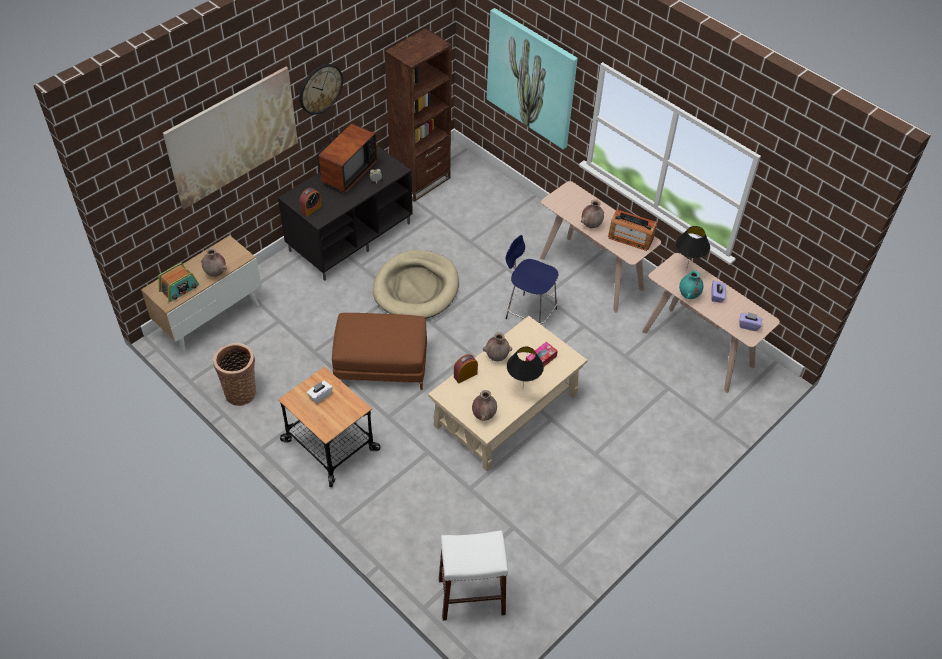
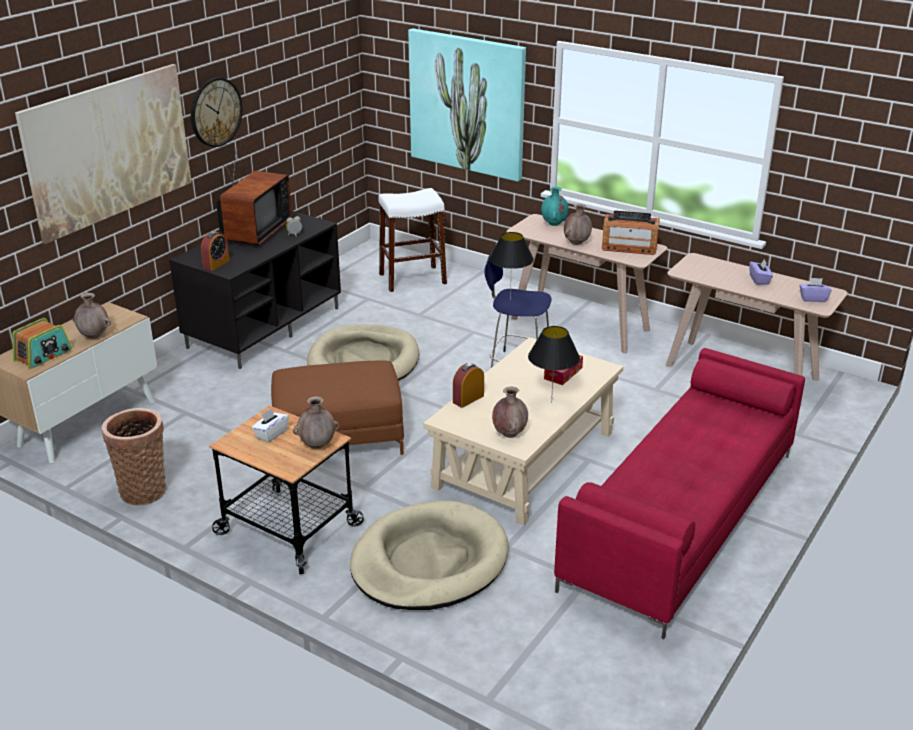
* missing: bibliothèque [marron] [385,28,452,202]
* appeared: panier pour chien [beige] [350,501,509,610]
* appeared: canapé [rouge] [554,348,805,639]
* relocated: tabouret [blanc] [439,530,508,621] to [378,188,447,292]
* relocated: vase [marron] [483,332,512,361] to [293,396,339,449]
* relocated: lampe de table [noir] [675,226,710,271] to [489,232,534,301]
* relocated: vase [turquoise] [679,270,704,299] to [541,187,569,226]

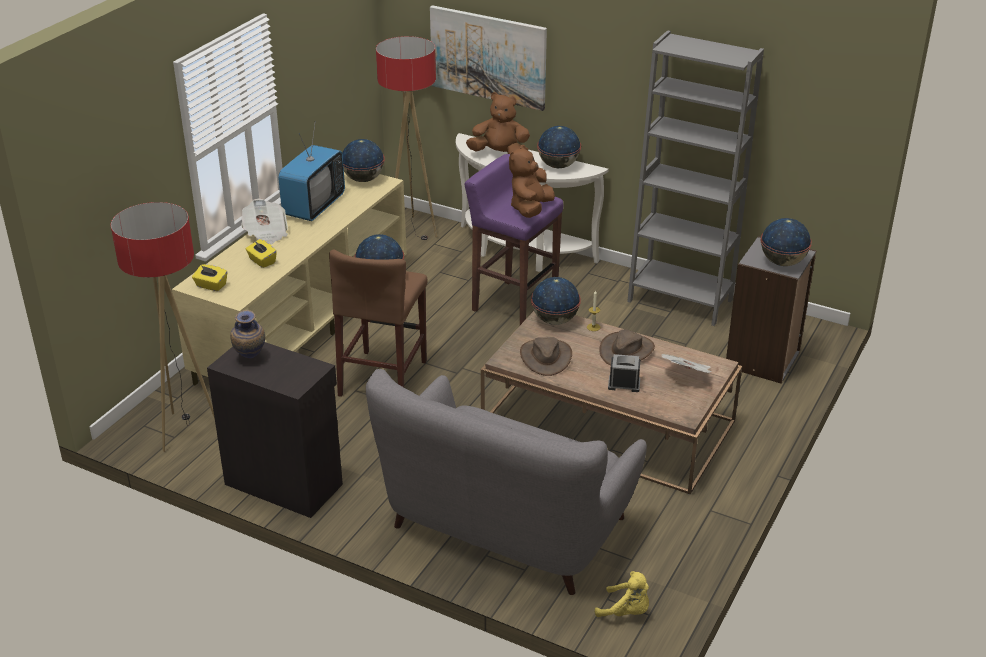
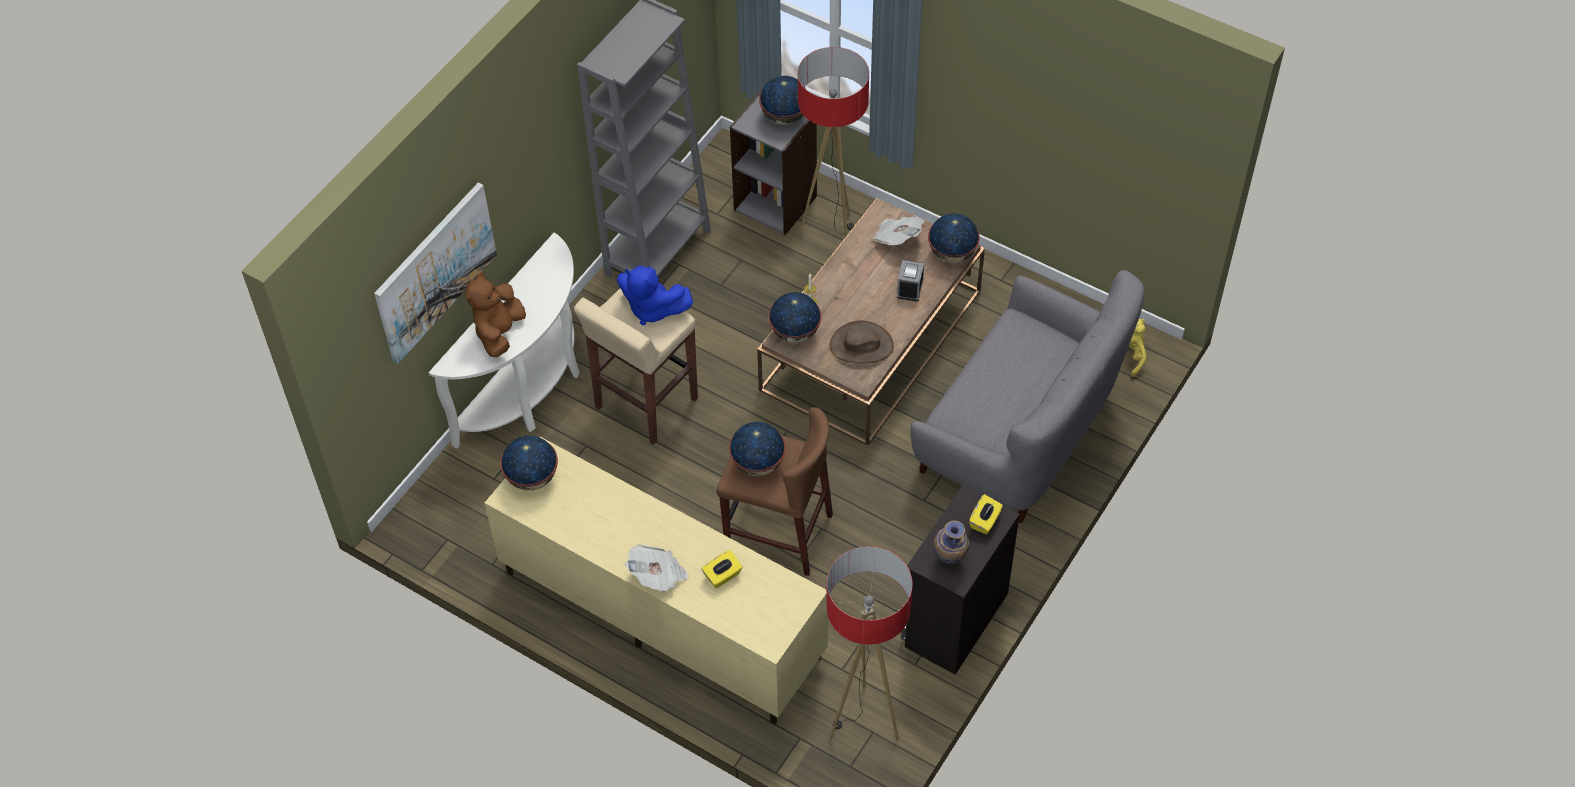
* missing: téléviseur [278,121,345,221]
* missing: chapeau [marron] [599,329,655,365]
* relocated: boîte à mouchoirs [jaune] [192,264,227,291] to [969,494,1003,534]
* relocated: lampadaire [376,36,437,240] to [798,47,869,237]
* relocated: globe [537,126,581,168] to [928,213,980,263]
* colour: tabouret [violet] [465,154,563,325] to tabouret [beige] [574,288,698,445]
* colour: peluche [marron] [509,145,555,218] to peluche [bleu] [617,266,693,325]

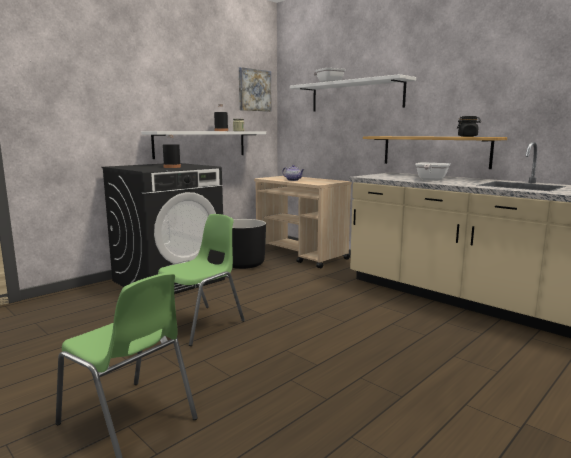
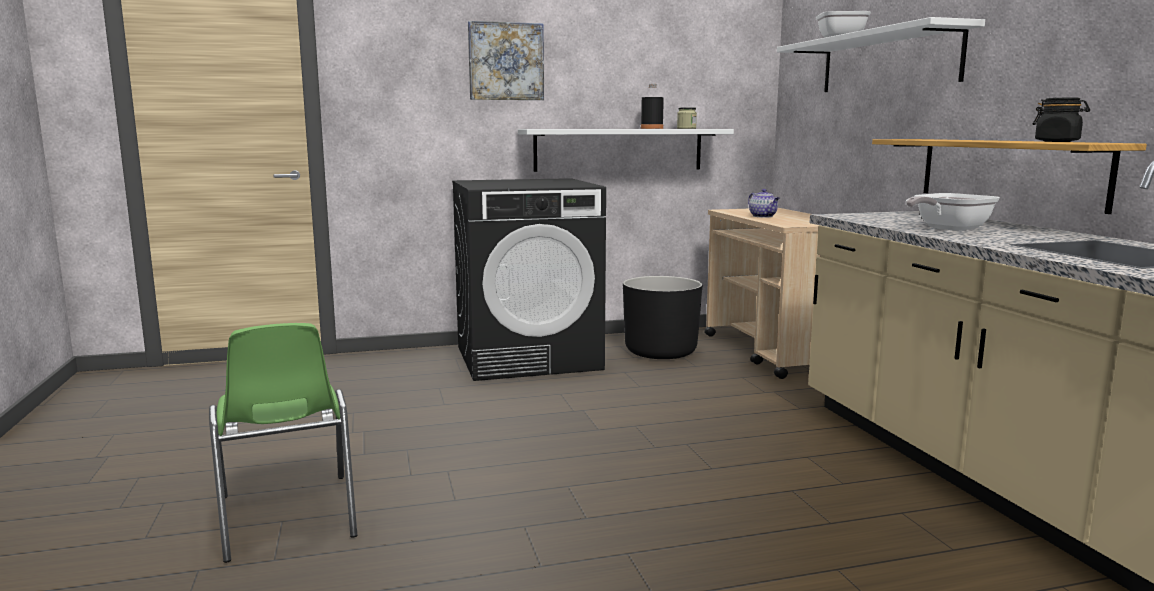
* missing: chaise [vert] [158,214,245,346]
* missing: bouteille [noir] [163,135,181,168]
* relocated: tableau [239,67,271,112] to [468,21,544,100]

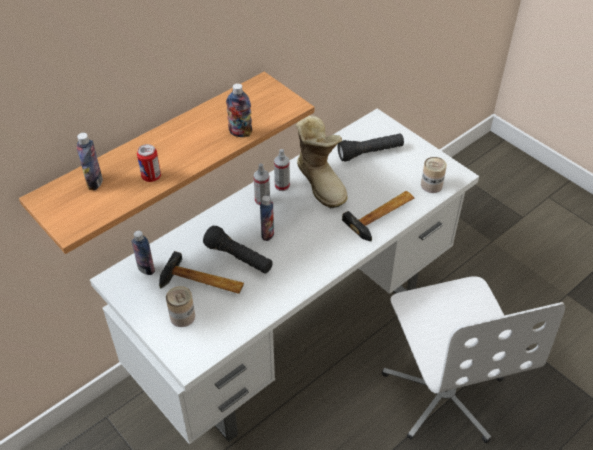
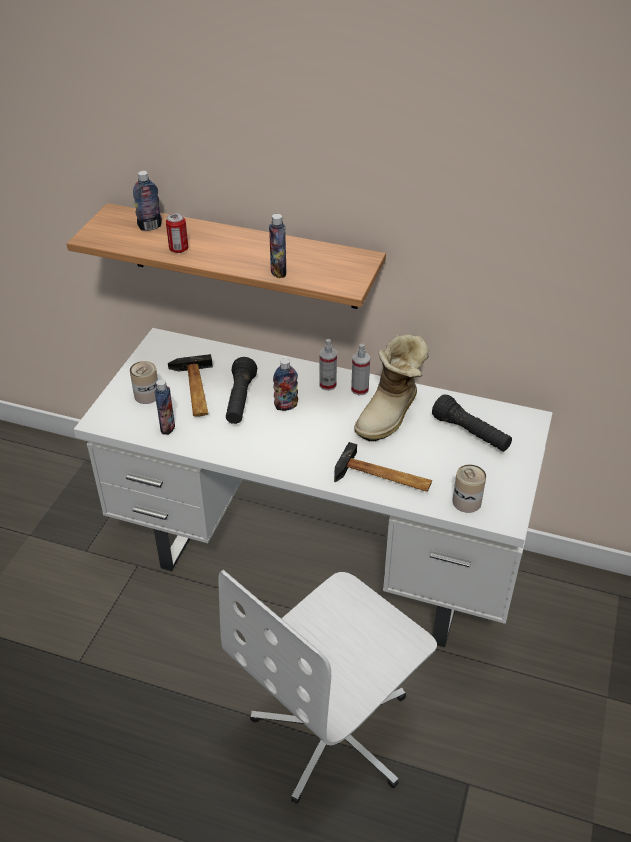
* relocated: bouteille [131,231,155,275] to [155,379,175,435]

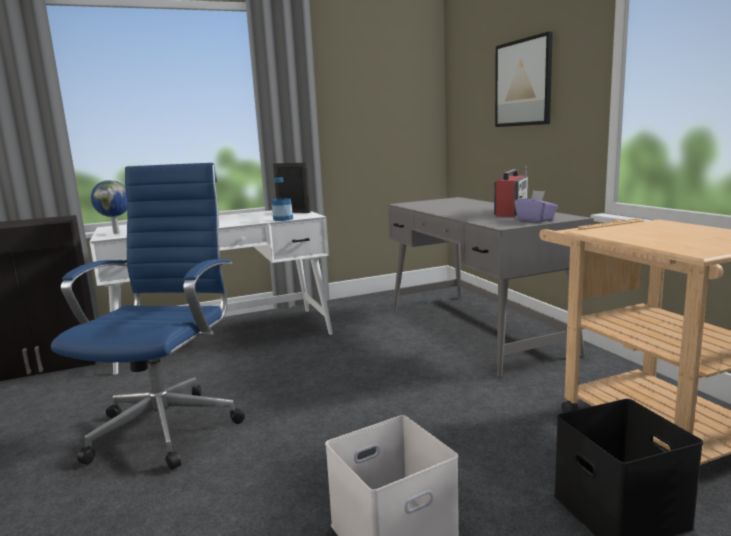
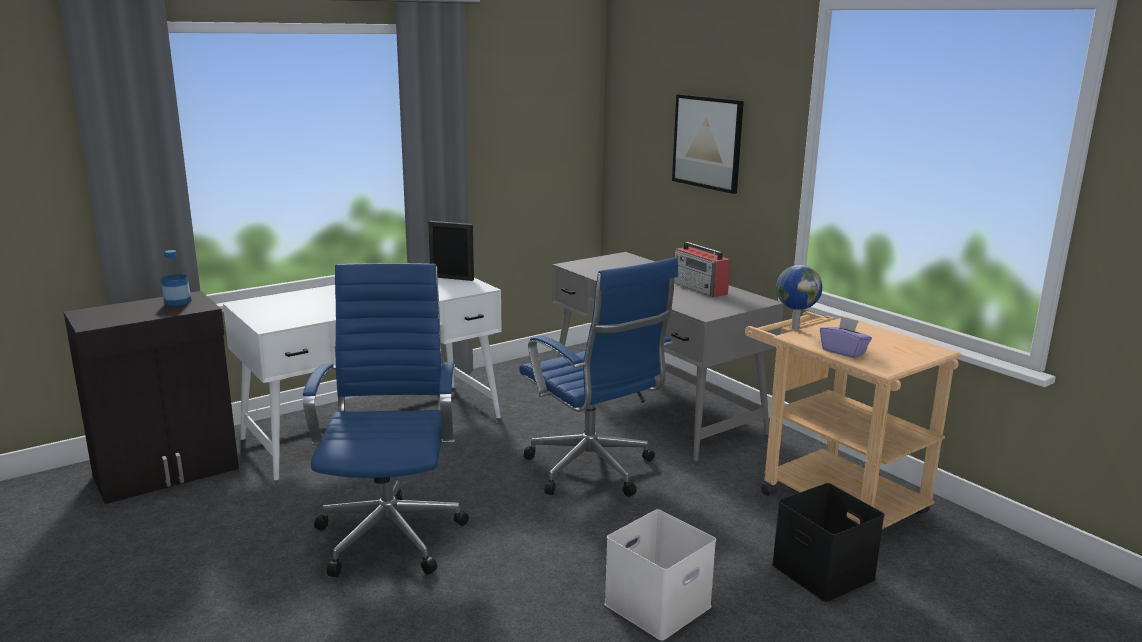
* appeared: chaise de bureau [bleu] [519,257,678,497]
* relocated: globe [91,180,127,234] to [776,265,822,330]
* relocated: bouteille [271,177,293,221] to [161,250,192,306]
* relocated: boîte à mouchoirs [violet] [514,190,558,222] to [820,316,872,358]
* spun: radio [494,166,530,217] = [674,242,730,297] 135 degrees clockwise

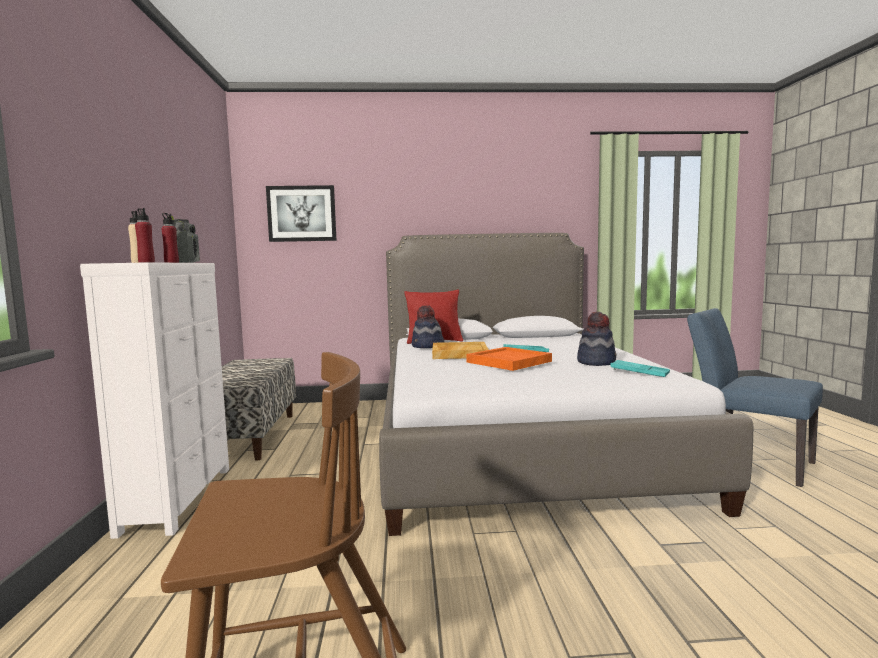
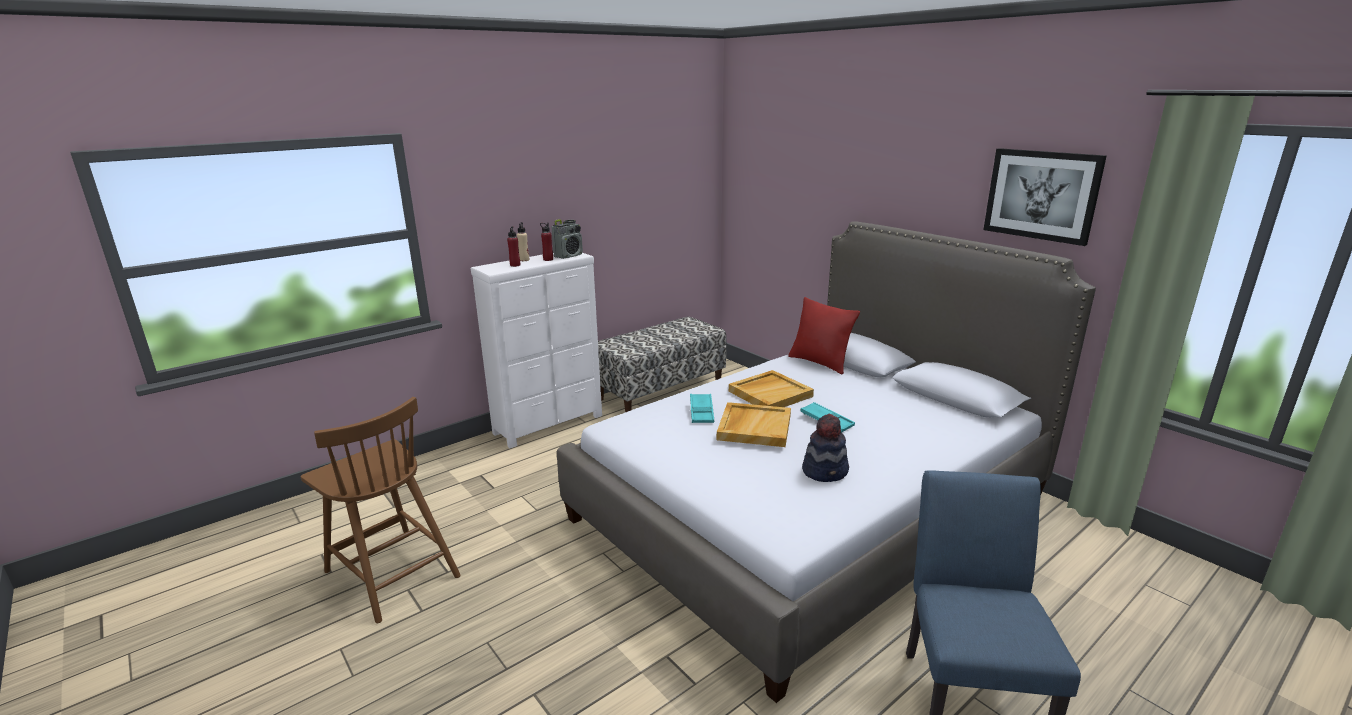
* missing: chapeau [412,306,445,348]
* relocated: tableau [266,185,336,242] to [983,148,1107,246]
* relocated: plateau [turquoise] [610,360,670,377] to [690,394,714,423]
* colour: plateau [orange] [466,347,552,371] to plateau [beige] [717,402,791,447]

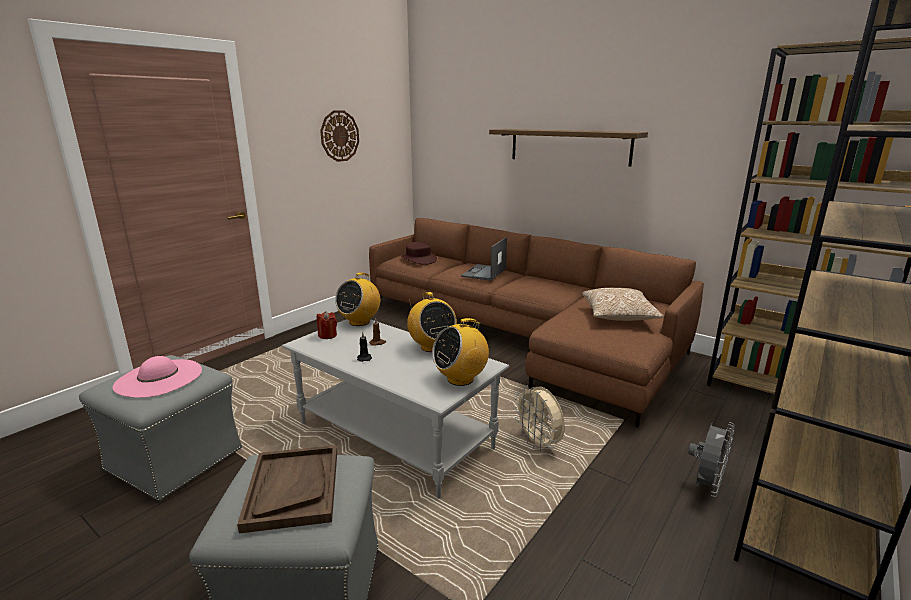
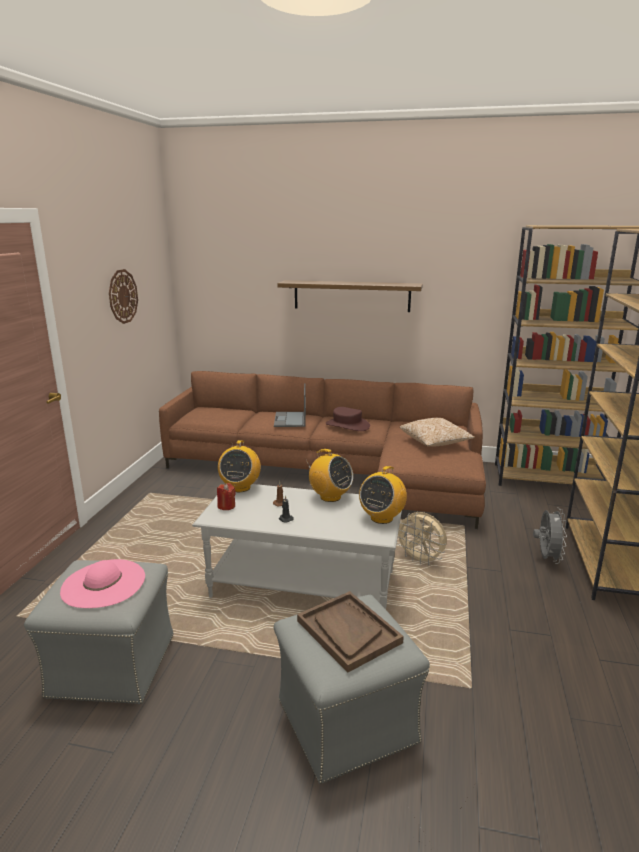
* relocated: chapeau [marron] [401,242,437,265] to [326,407,370,431]

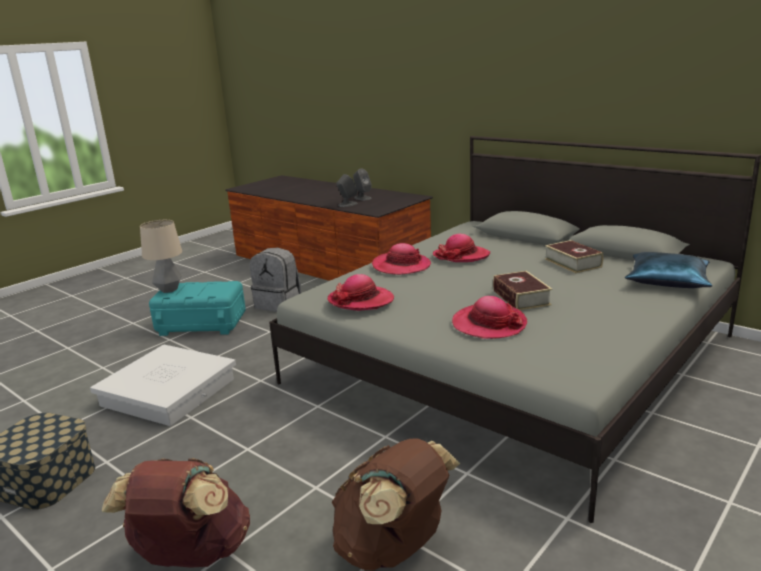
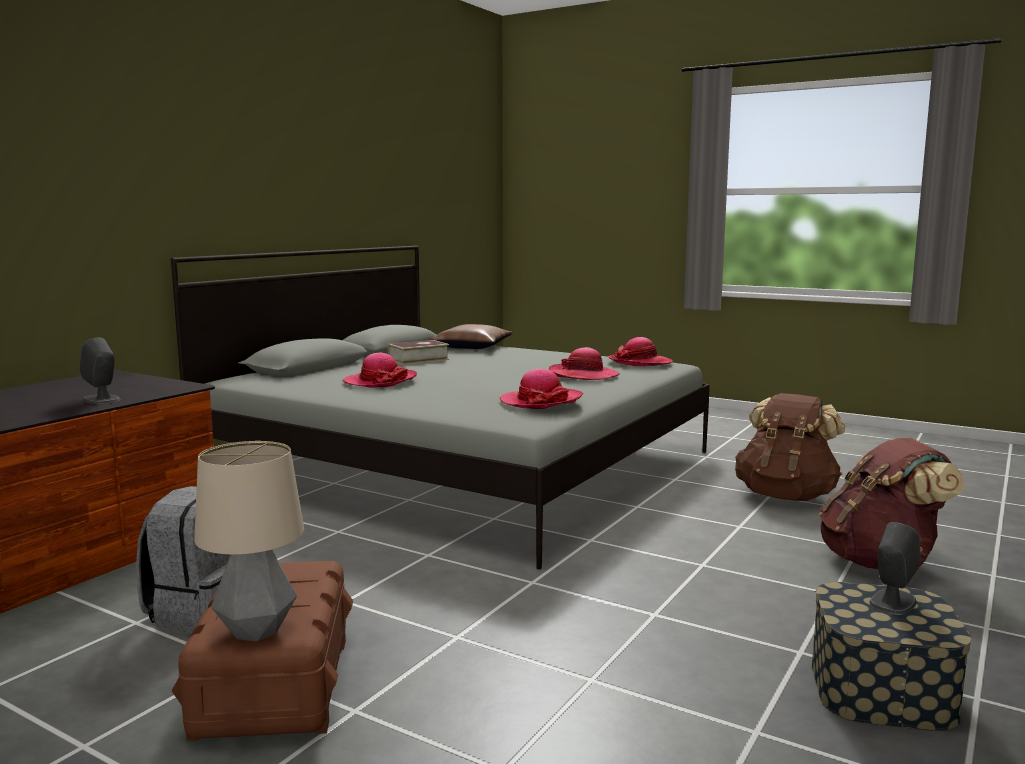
* missing: boîte de rangement [blanc] [90,345,236,426]
* missing: livre [493,271,552,310]
* relocated: enceinte [gris] [353,169,372,200] to [870,522,921,614]
* relocated: chapeau [372,243,431,275] to [609,337,673,366]
* colour: boîte de rangement [turquoise] [149,281,246,336] to boîte de rangement [marron] [172,561,353,741]
* colour: coussin [bleu] [625,252,713,288] to coussin [marron] [431,324,513,349]

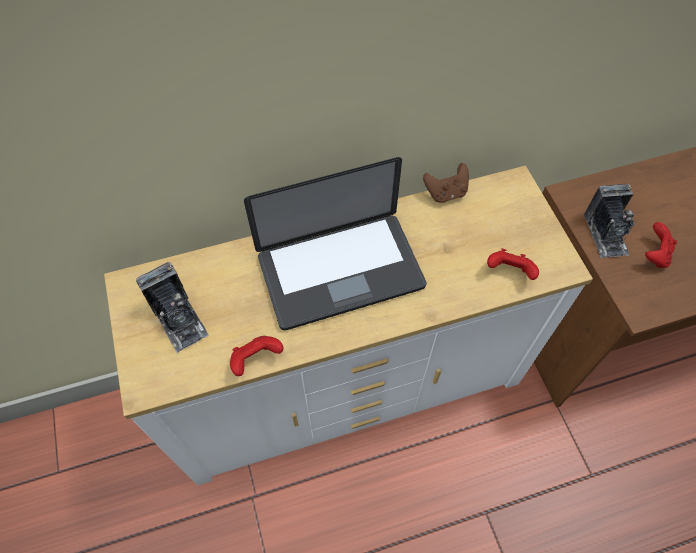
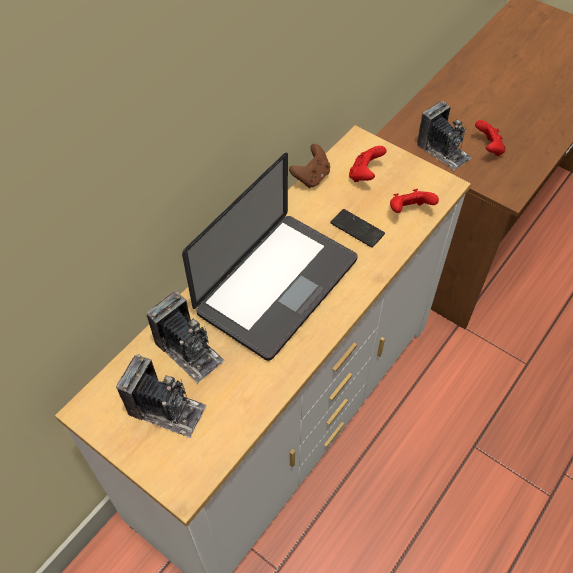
* appeared: appareil photo [147,291,225,383]
* appeared: téléphone [330,209,385,248]
* relocated: manette [rouge] [230,336,283,376] to [349,146,387,182]

